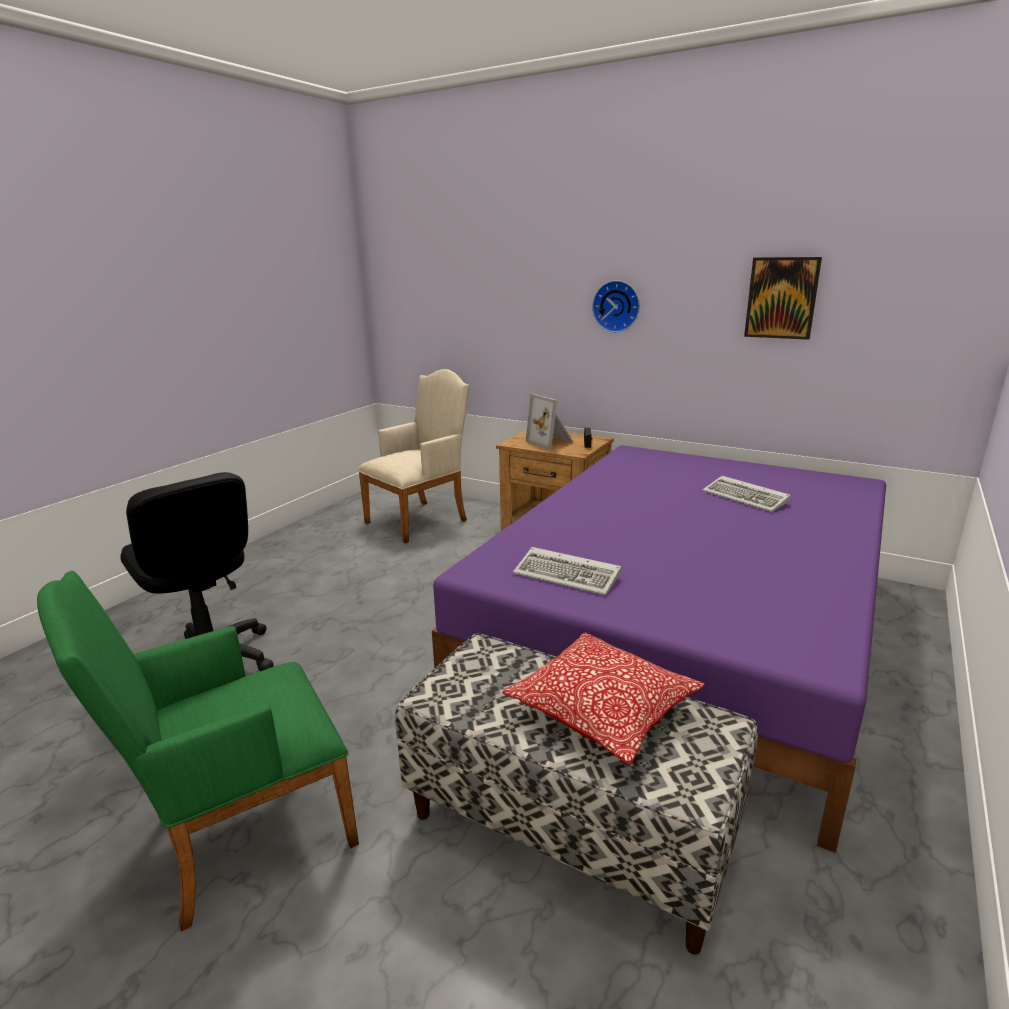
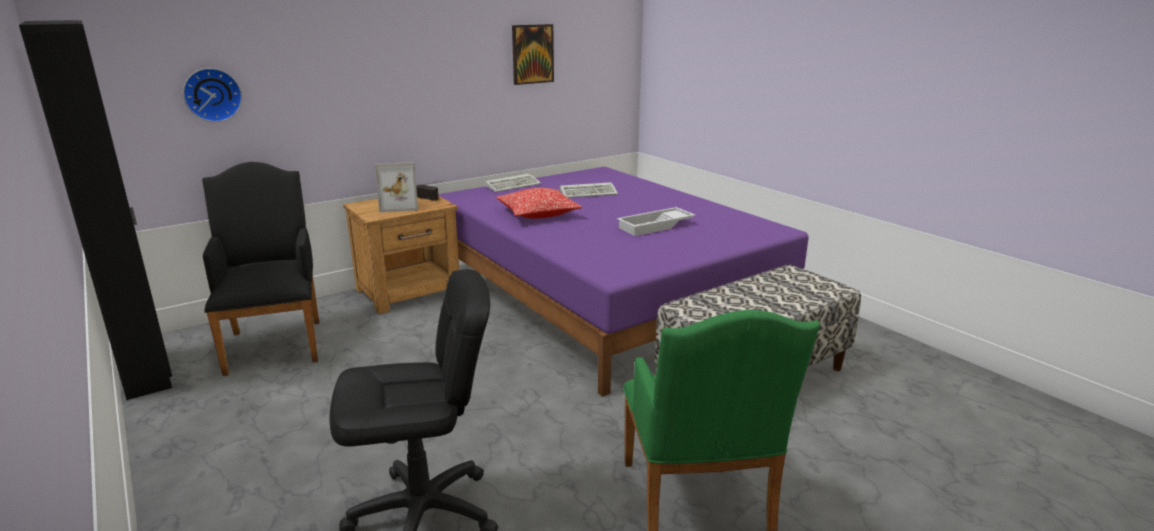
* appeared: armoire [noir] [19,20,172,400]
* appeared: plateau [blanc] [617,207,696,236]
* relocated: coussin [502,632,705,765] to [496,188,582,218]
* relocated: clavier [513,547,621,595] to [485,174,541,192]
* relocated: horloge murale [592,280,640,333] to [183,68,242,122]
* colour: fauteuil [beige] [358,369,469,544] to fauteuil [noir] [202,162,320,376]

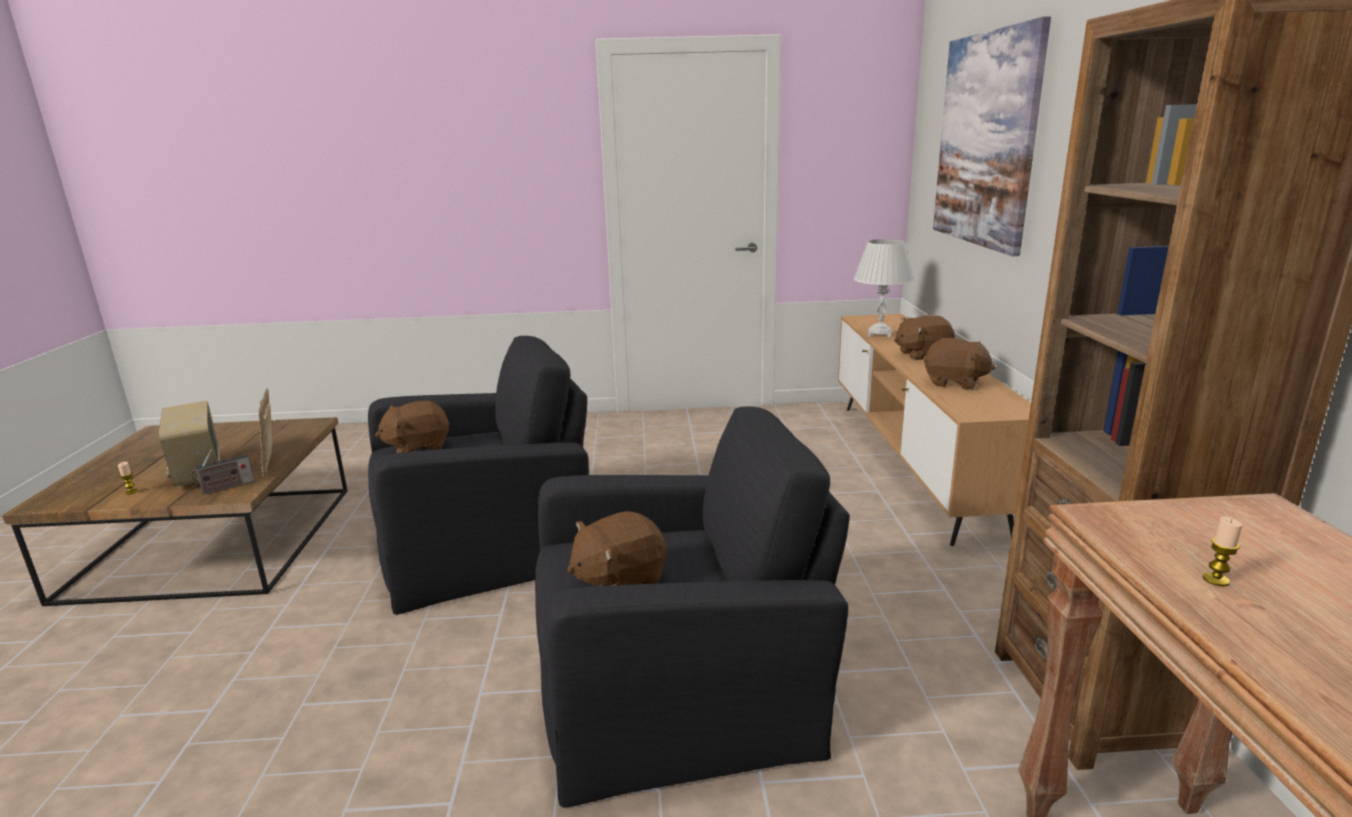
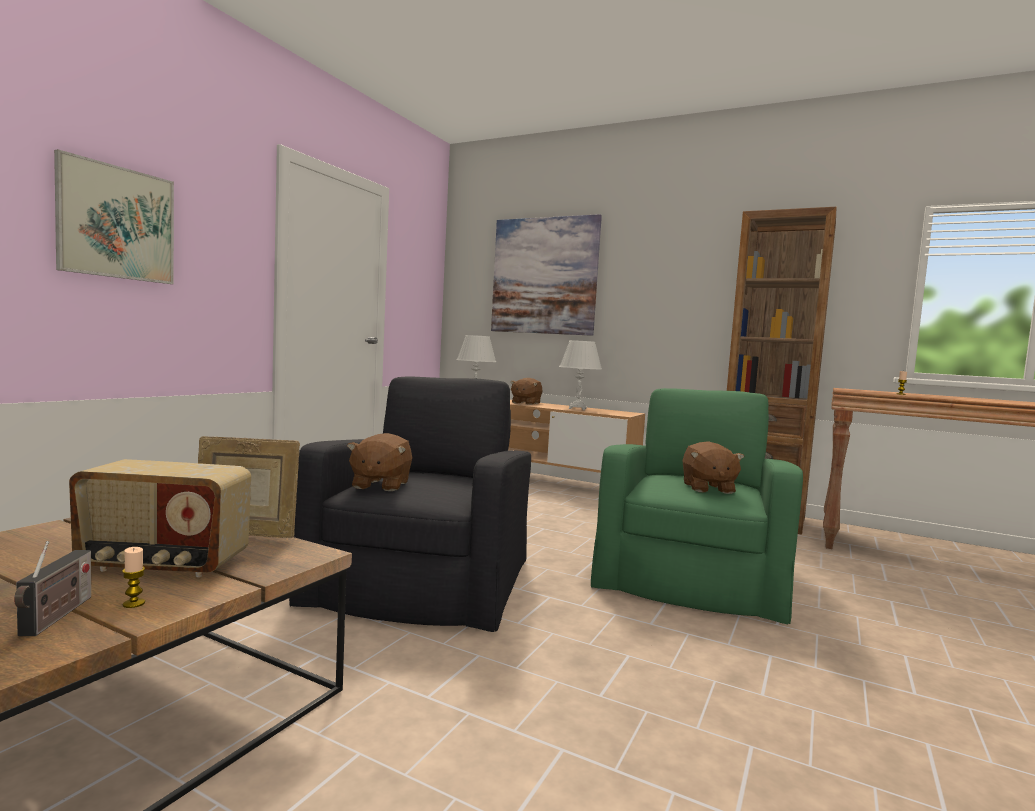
* appeared: tableau [54,149,174,284]
* relocated: radio [191,450,255,495] to [14,541,91,636]
* exchanged: peluche [marron] [924,338,996,390] to lampe de table [blanc] [559,340,602,410]
* colour: fauteuil [noir] [535,406,850,808] to fauteuil [vert] [591,388,803,624]

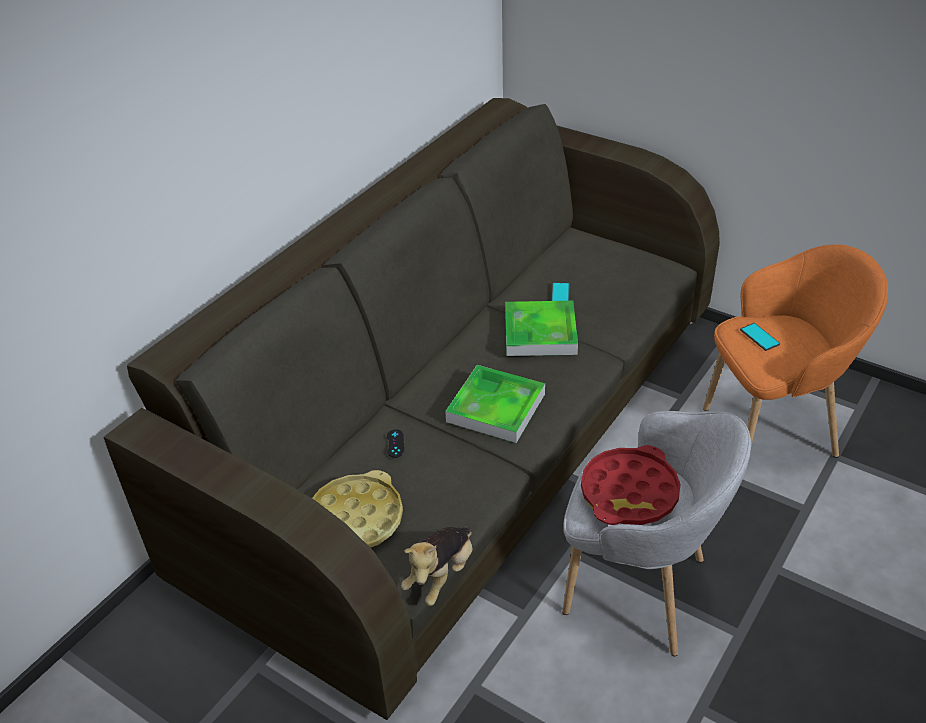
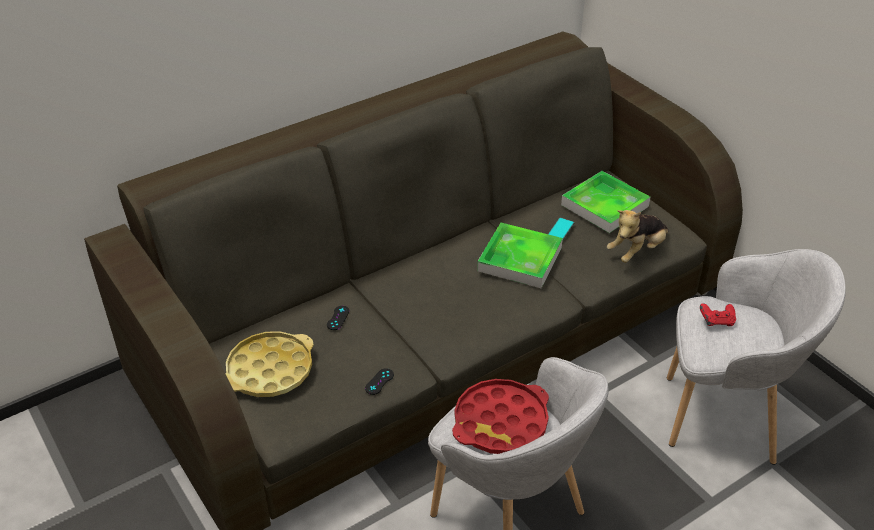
* appeared: manette [noir] [365,368,394,395]
* relocated: peluche [401,526,472,606] to [607,210,669,263]
* relocated: plateau [445,365,545,443] to [561,171,650,233]
* exchanged: téléphone [740,323,780,351] to manette [rouge] [700,303,736,326]
* colour: fauteuil [orange] [703,244,888,458] to fauteuil [gris] [667,249,846,465]

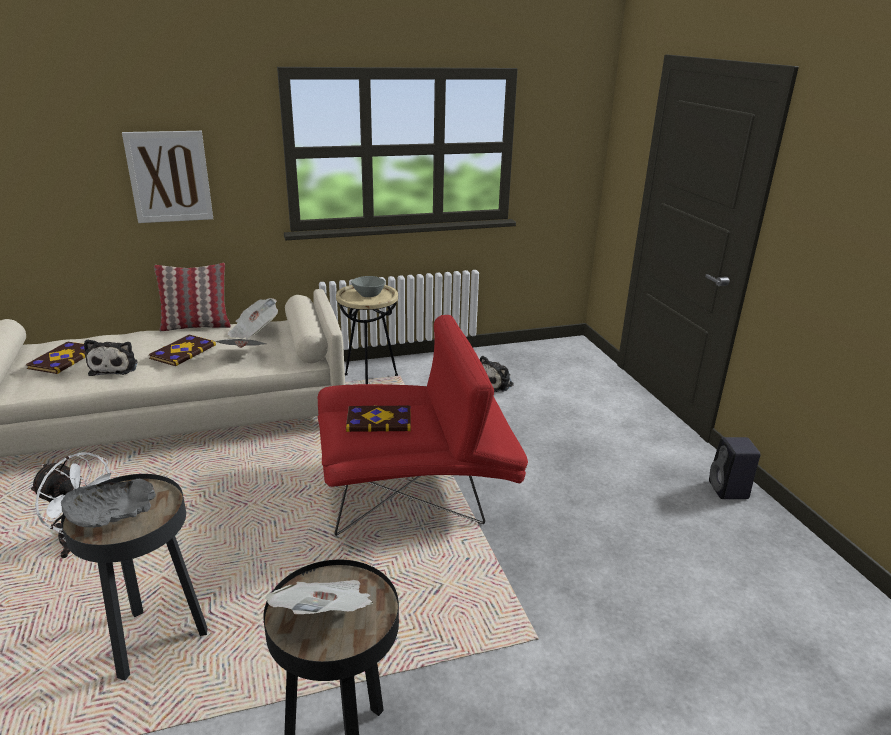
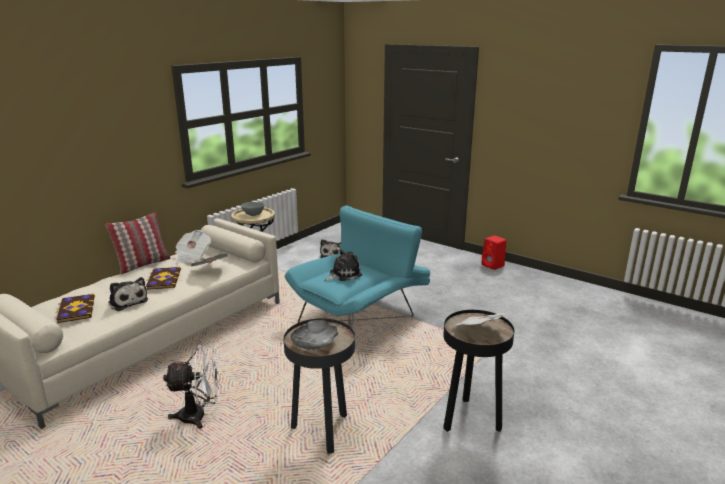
* missing: tableau [122,131,213,223]
* exchanged: livre [346,405,411,432] to peluche [325,249,362,281]
* colour: fauteuil [rouge] [317,315,528,536] to fauteuil [turquoise] [285,206,430,329]
* colour: enceinte [noir] [709,437,761,499] to enceinte [rouge] [481,235,506,270]

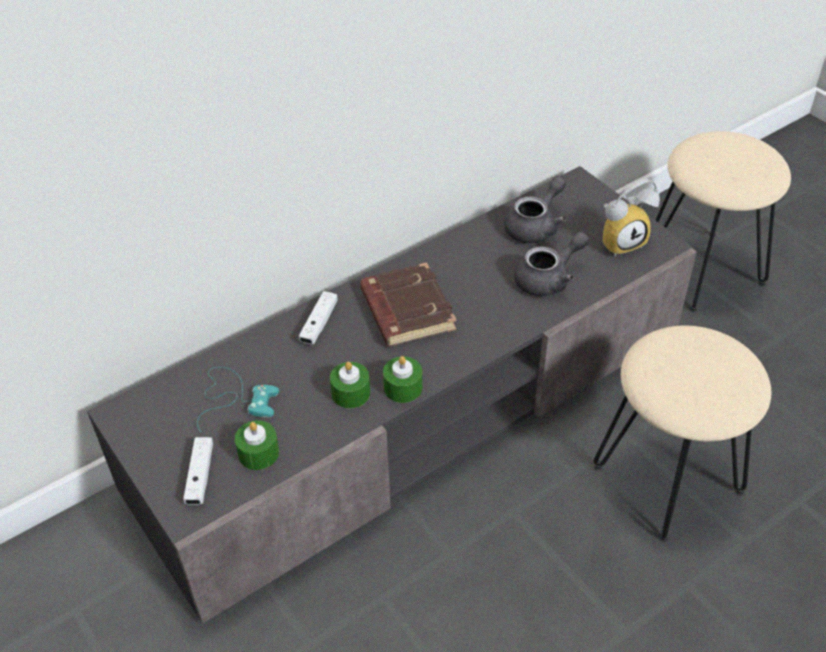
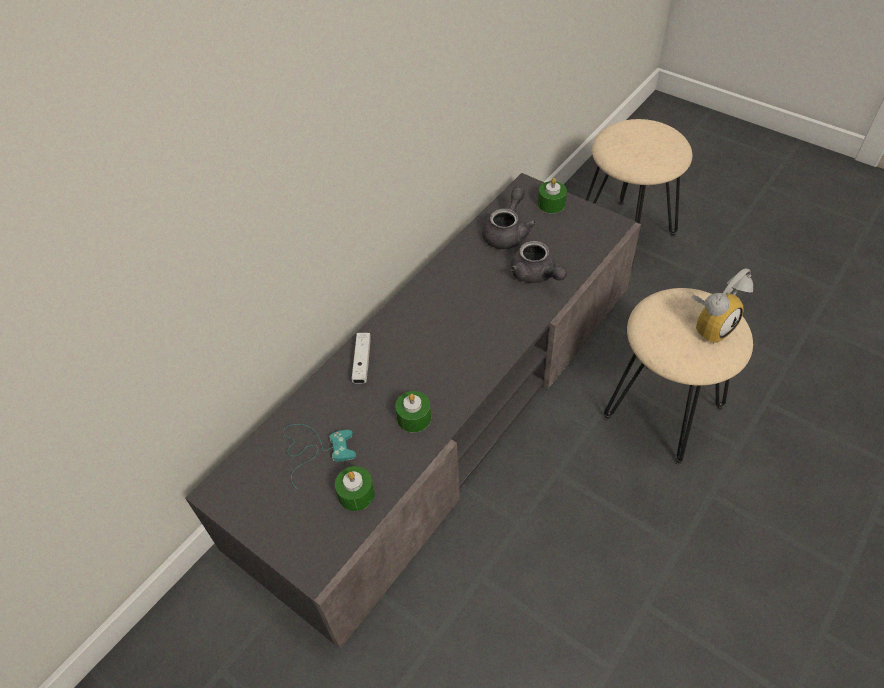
* missing: manette [blanc] [183,437,213,505]
* missing: livre [marron] [360,262,457,346]
* relocated: bougie [vert] [383,356,422,403] to [538,178,567,214]
* relocated: réveil [603,179,660,257] to [691,268,753,345]
* spun: théière [gris] [514,231,589,296] = [511,241,567,283] 105 degrees clockwise

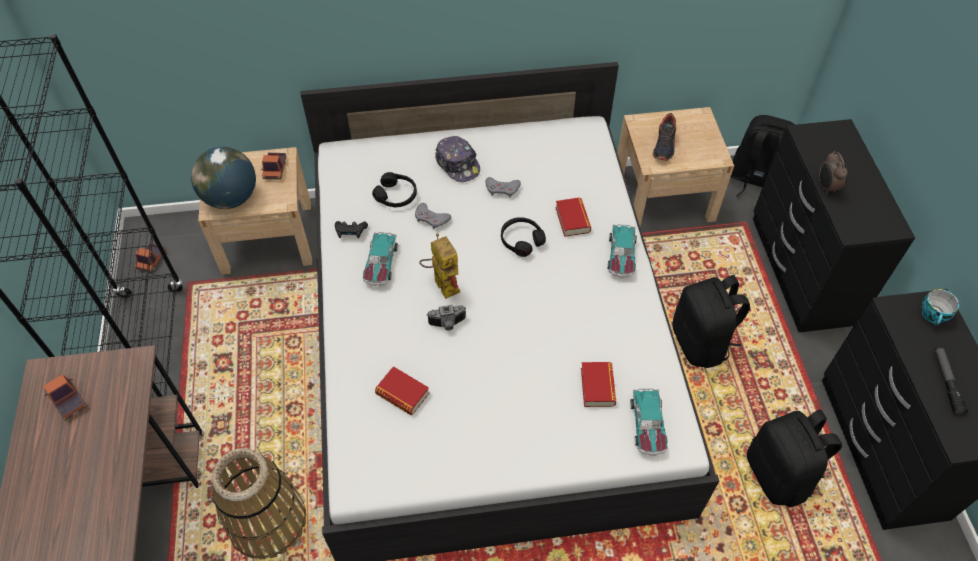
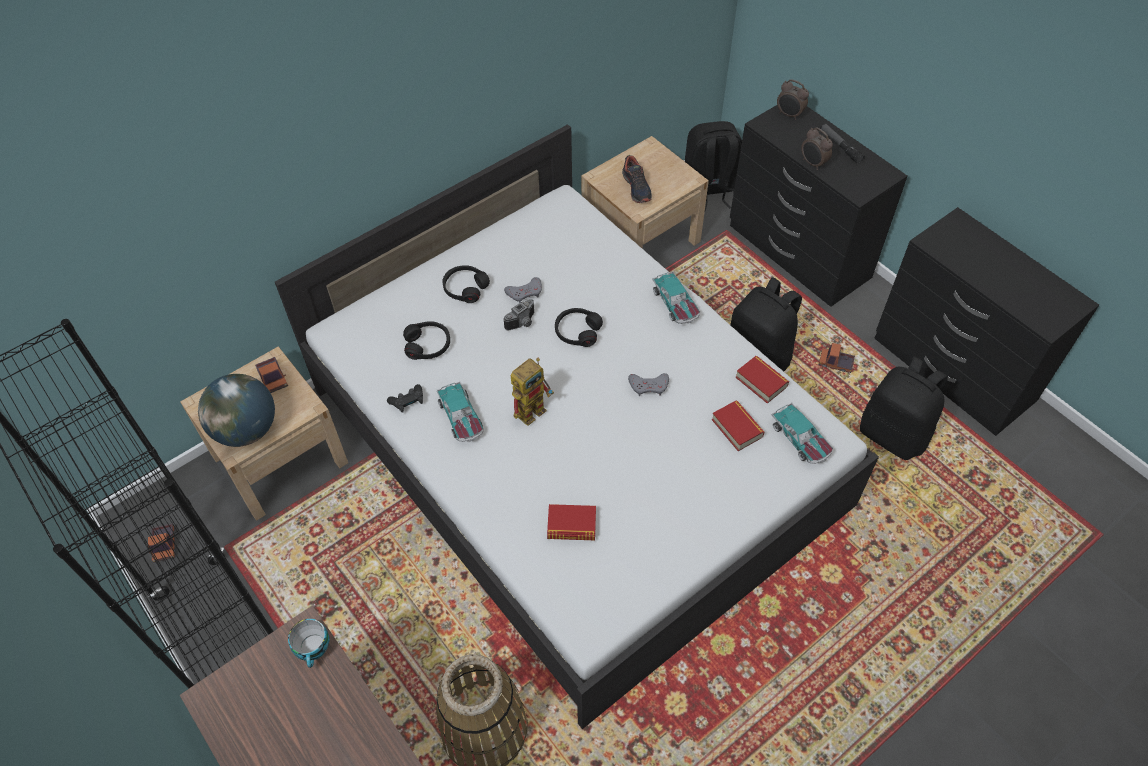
* appeared: réveil [777,80,809,120]
* relocated: camion jouet [43,374,87,420] to [819,343,855,373]
* relocated: manette [gris] [415,203,451,229] to [628,373,669,396]
* relocated: appareil photo [427,305,466,331] to [503,299,534,331]
* relocated: livre [555,198,591,237] to [735,356,789,404]
* relocated: tasse [922,289,959,325] to [288,619,329,668]
* relocated: lampe de poche [934,347,968,415] to [820,123,865,164]
* exchanged: casquette [435,136,480,182] to casque audio [noir] [442,265,490,303]
* spun: robot jouet [419,233,460,299] = [511,358,554,426] 105 degrees clockwise

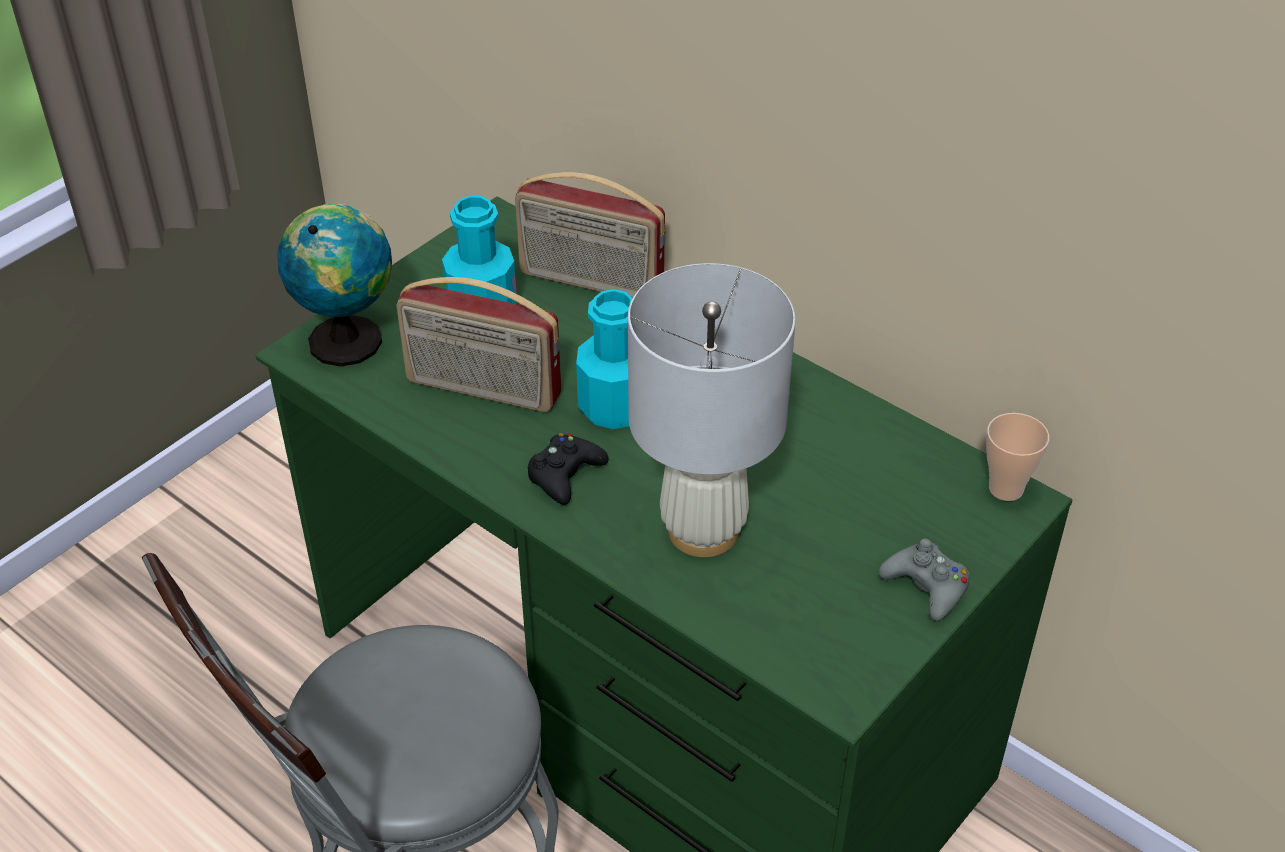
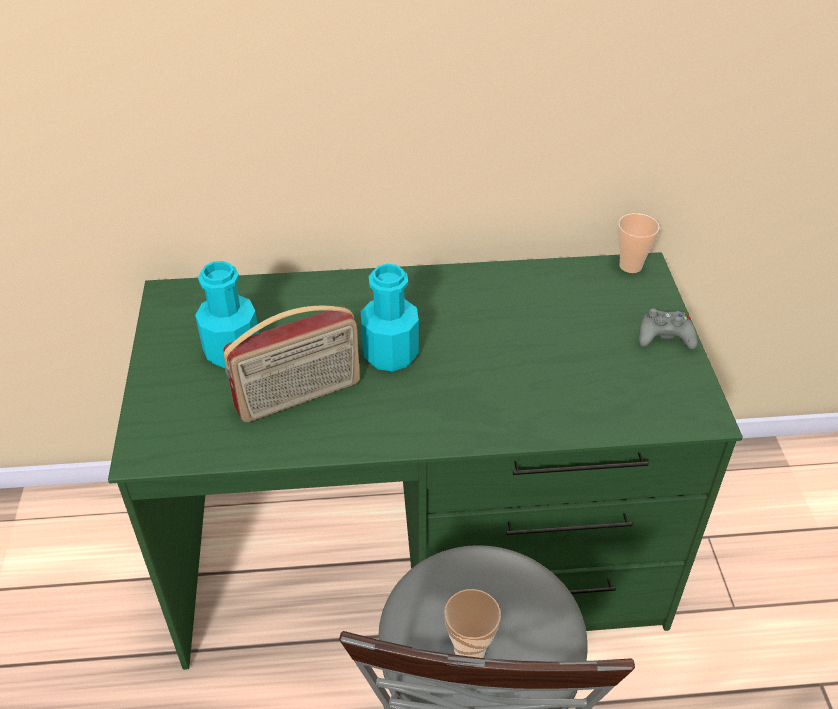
* missing: globe [277,204,392,367]
* missing: radio [515,172,665,298]
* missing: manette [noir] [527,433,609,505]
* missing: lampe de table [blanc] [628,263,796,558]
* appeared: tasse [444,589,501,658]

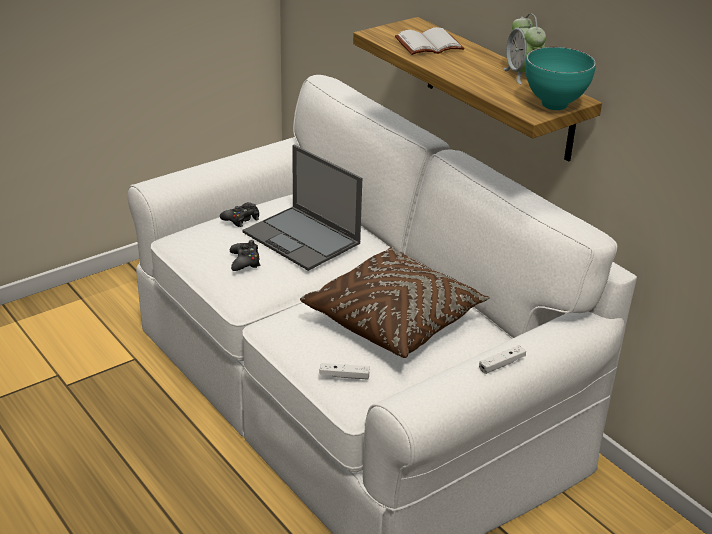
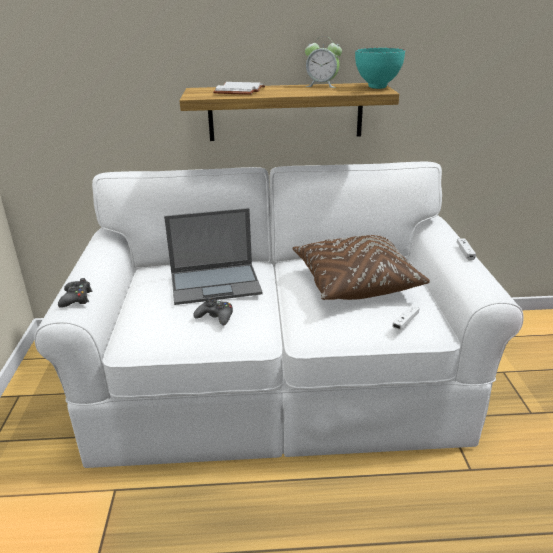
* relocated: manette [noir] [220,202,259,227] to [58,278,92,308]

